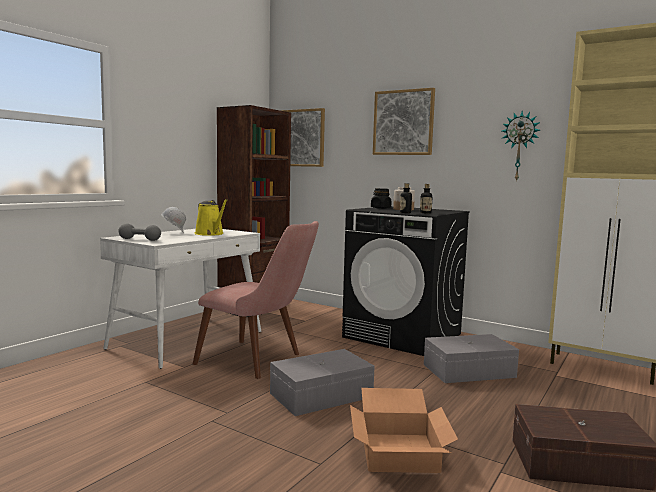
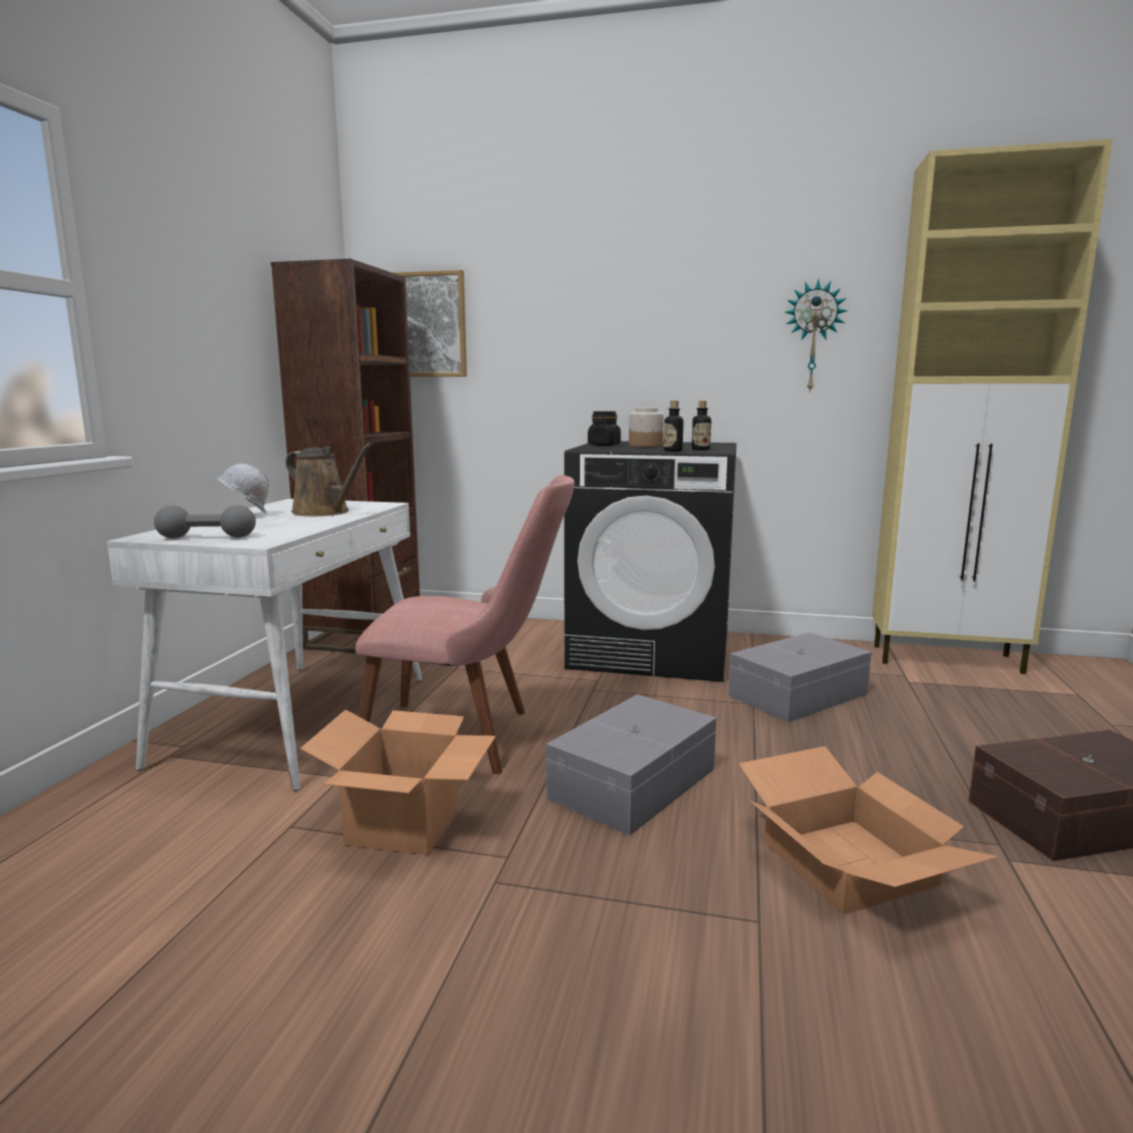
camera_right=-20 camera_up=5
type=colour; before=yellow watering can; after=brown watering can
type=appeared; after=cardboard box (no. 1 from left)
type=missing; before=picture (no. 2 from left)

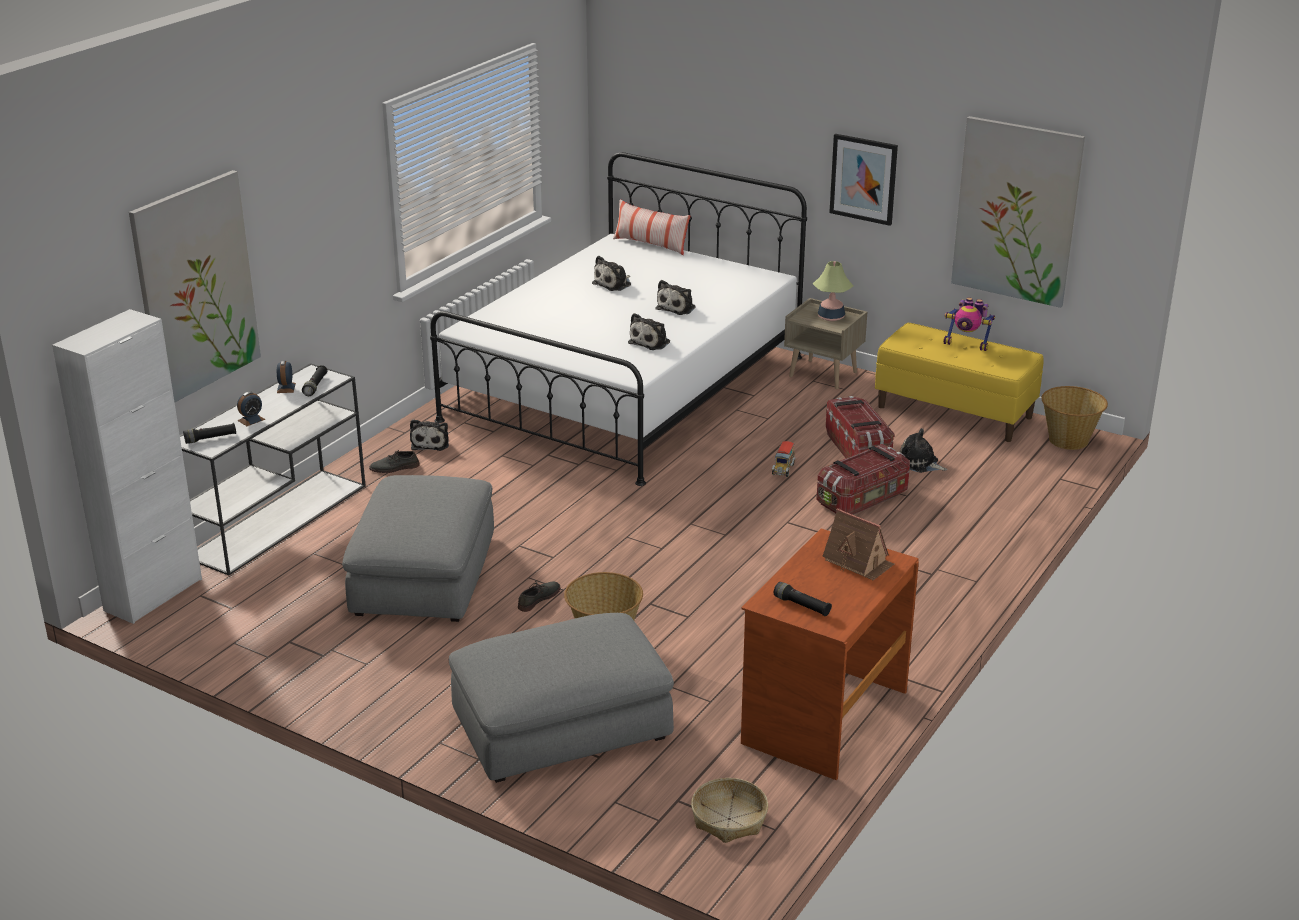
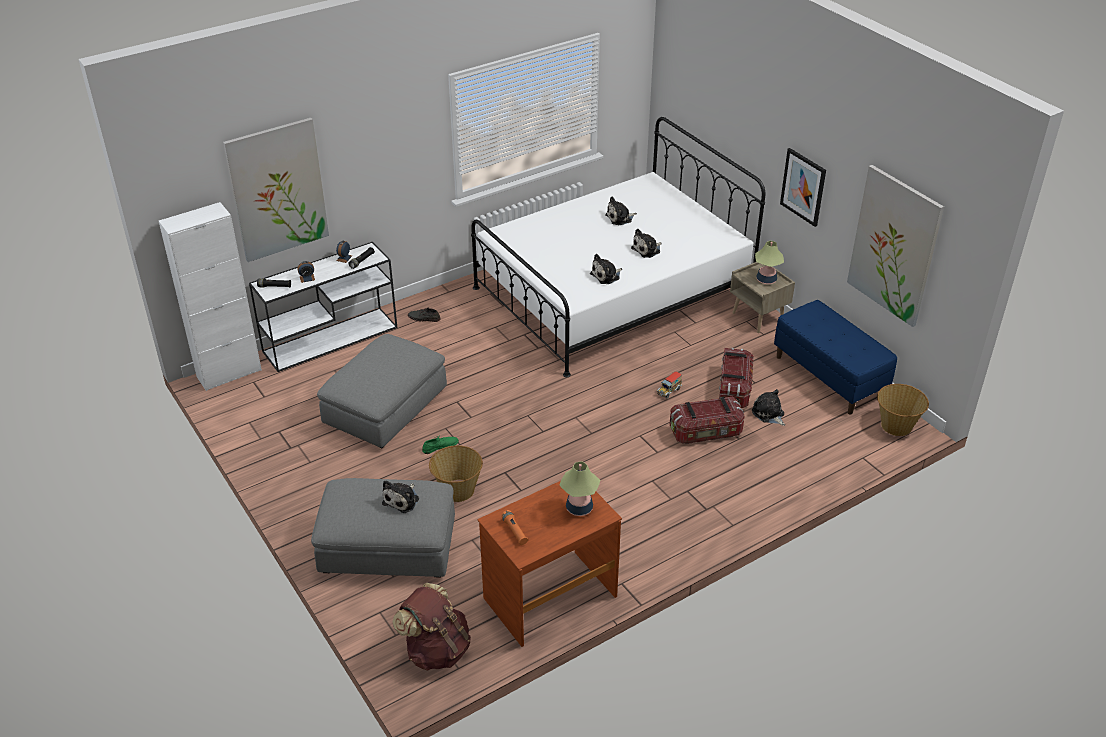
camera_right=25 camera_up=10
type=relocated; before=plush toy (no. 1 from left)
type=exchanged; before=basket (no. 2 from left); after=brown backpack
type=colour; before=grey shoe (no. 2 from left); after=green shoe
type=colour; before=black flashlight (no. 3 from left); after=orange flashlight
type=exchanged; before=toy house; after=table lamp (no. 1 from left)
type=colour; before=yellow bench; after=blue bench
type=missing; before=pillow
type=missing; before=toy robot

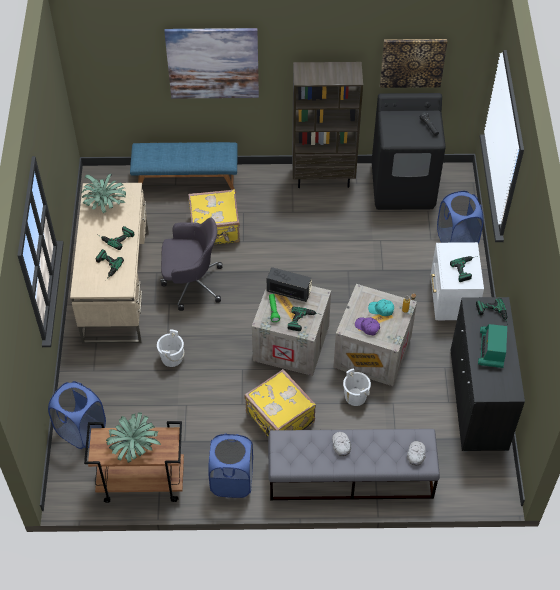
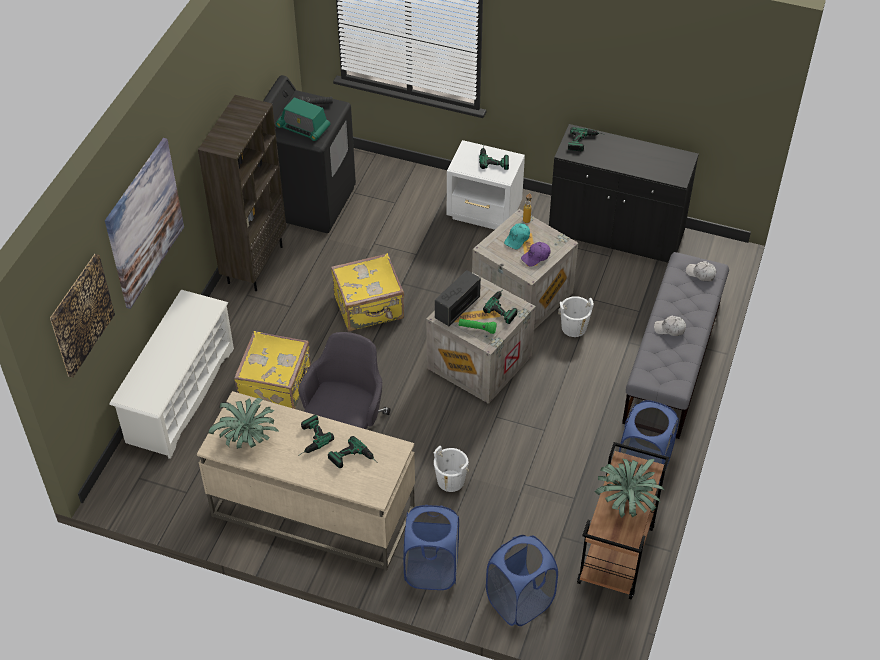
camera_right=-70 camera_up=-5
type=relocated; before=picture (no. 2 from left in the first image); after=picture (no. 1 from left)
type=exchanged; before=blue bench; after=white shoe rack
type=relocated; before=radio (no. 2 from left in the first image); after=radio (no. 1 from left)
type=relocated; before=yellow suitcase (no. 2 from left)
type=relocated; before=blue laundry basket (no. 3 from left in the first image); after=blue laundry basket (no. 1 from left)

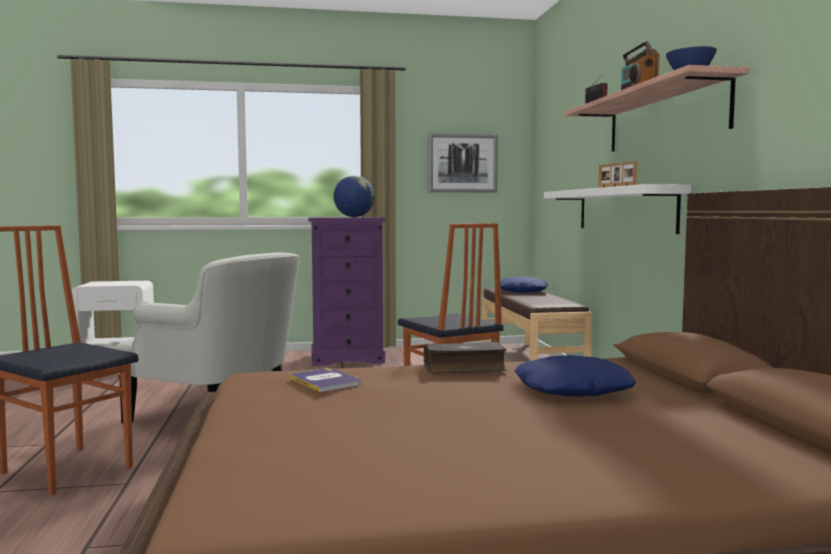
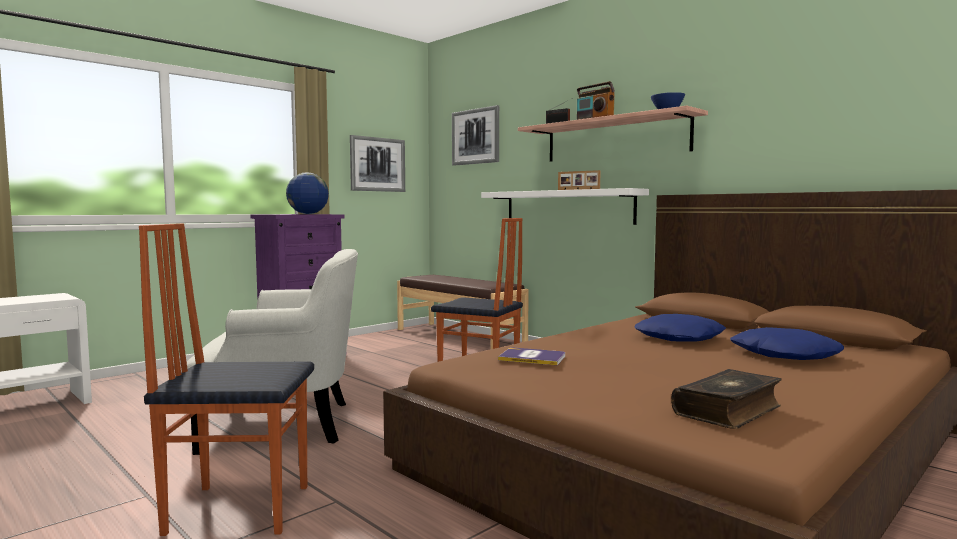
camera_right=-35 camera_up=0
type=appeared; after=picture (no. 2 from left)
type=relocated; before=book (no. 2 from left)
type=relocated; before=blue pillow (no. 1 from left in the first image); after=blue pillow (no. 2 from left)

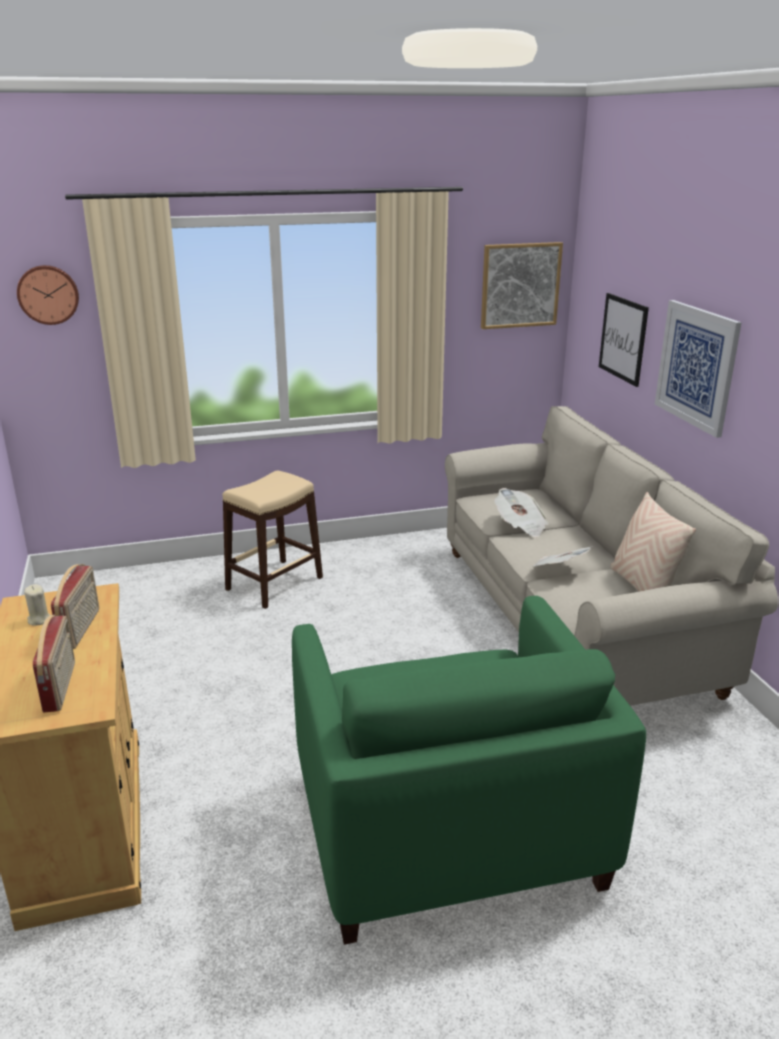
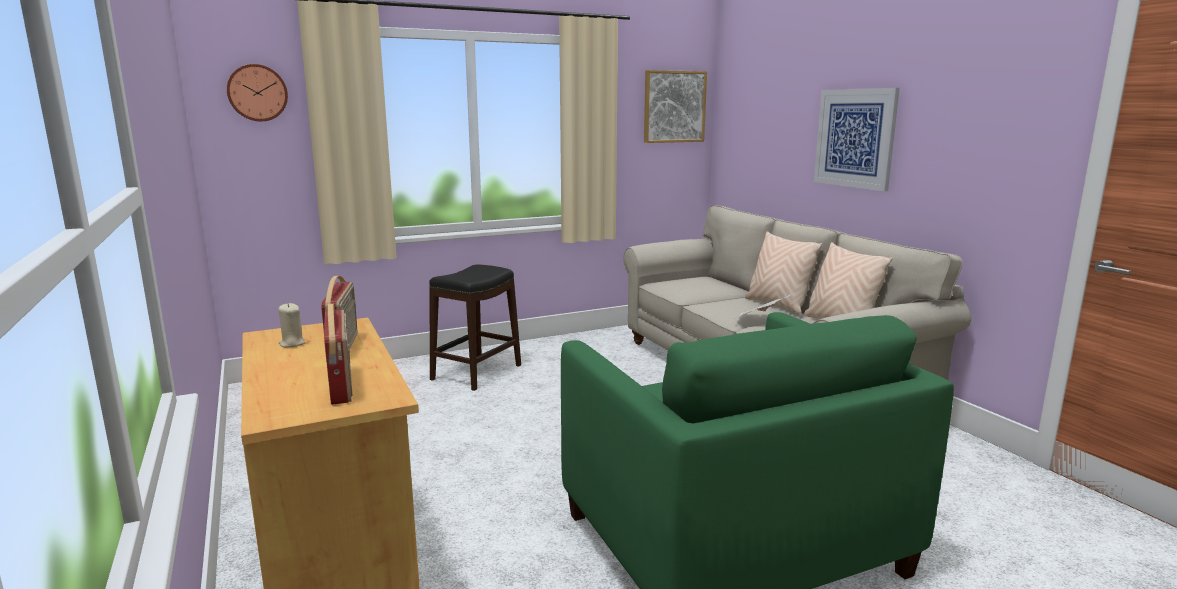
camera_right=-10 camera_up=-10
type=colour; before=beige stool; after=black stool
type=appeared; after=beige pillow (no. 1 from left)
type=missing; before=newspaper (no. 1 from left)
type=missing; before=picture (no. 2 from left)

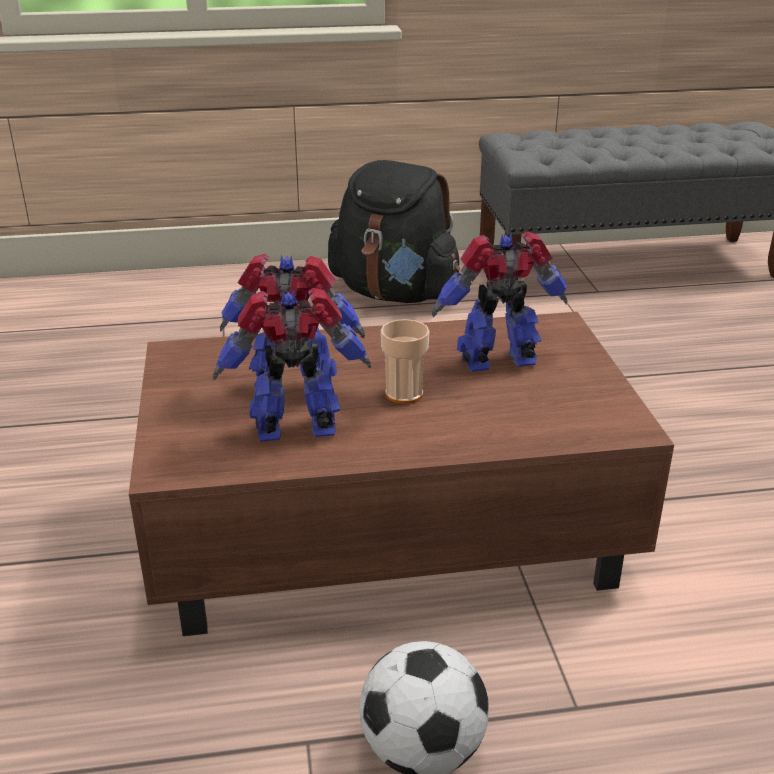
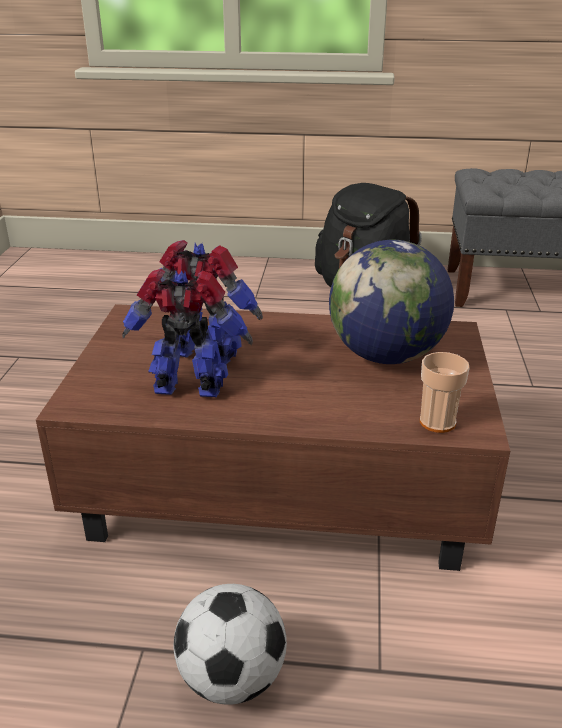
camera_right=15 camera_up=0
type=exchanged; before=toy robot (no. 3 from left); after=globe
type=relocated; before=cup

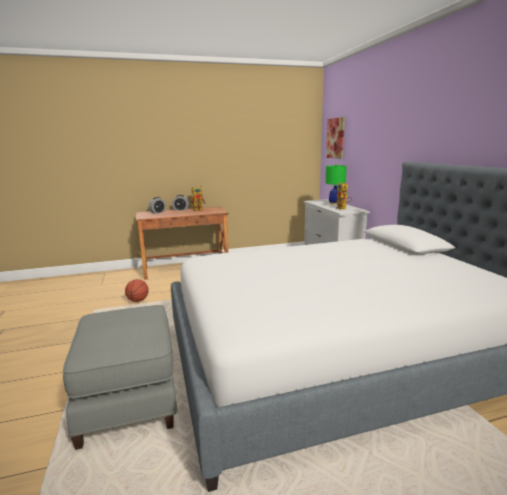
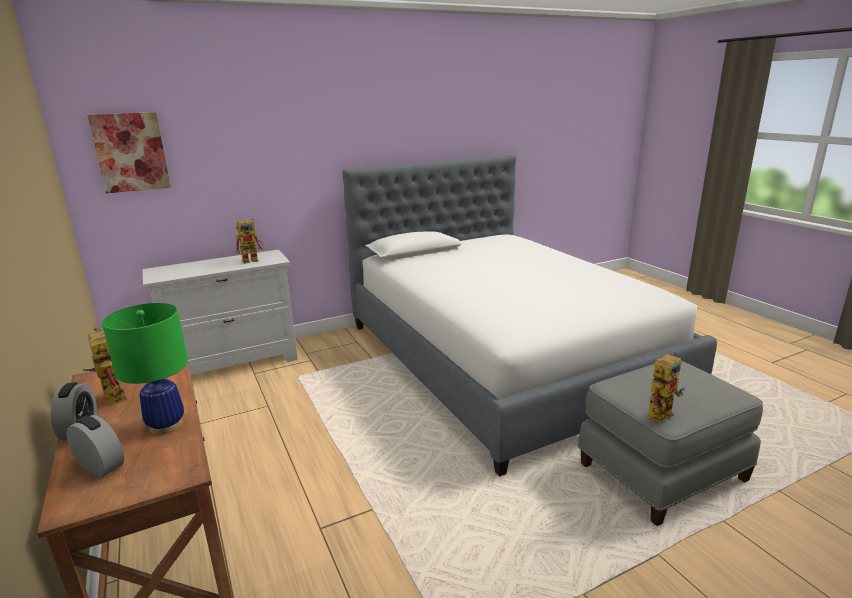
camera_right=-100 camera_up=5
type=relocated; before=green table lamp
type=appeared; after=toy robot (no. 3 from left)
type=missing; before=basketball

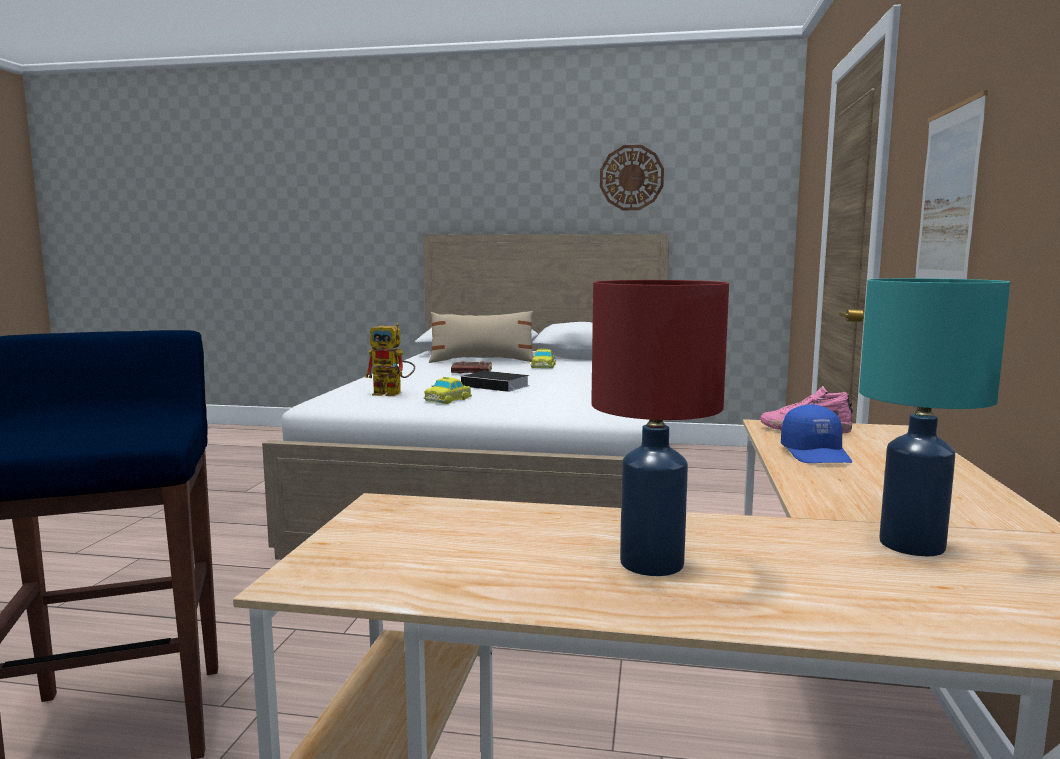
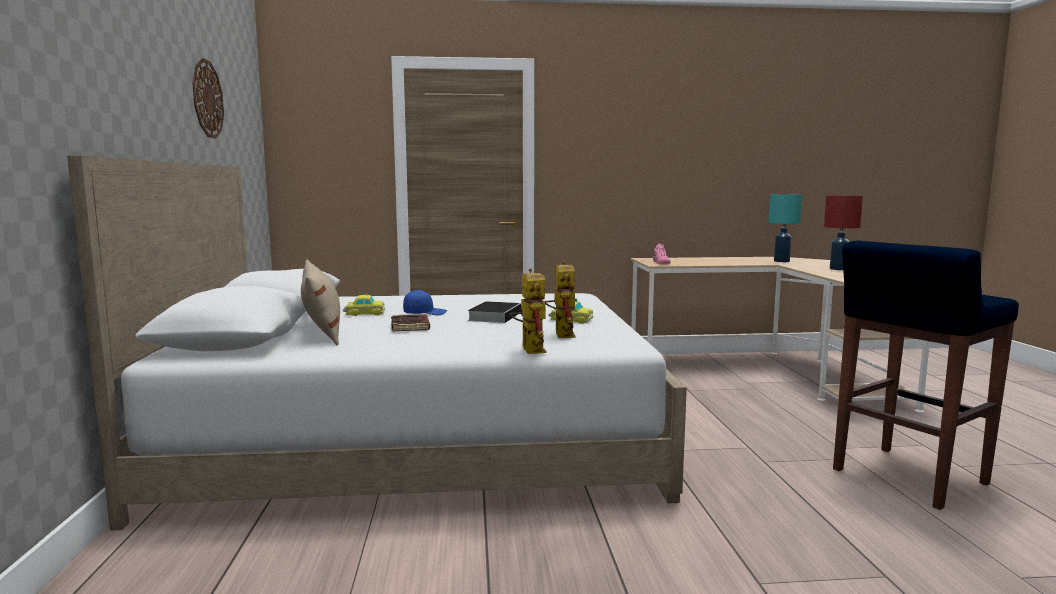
camera_right=-105 camera_up=0
type=relocated; before=blue cap
type=appeared; after=toy robot (no. 1 from left)
type=missing; before=picture

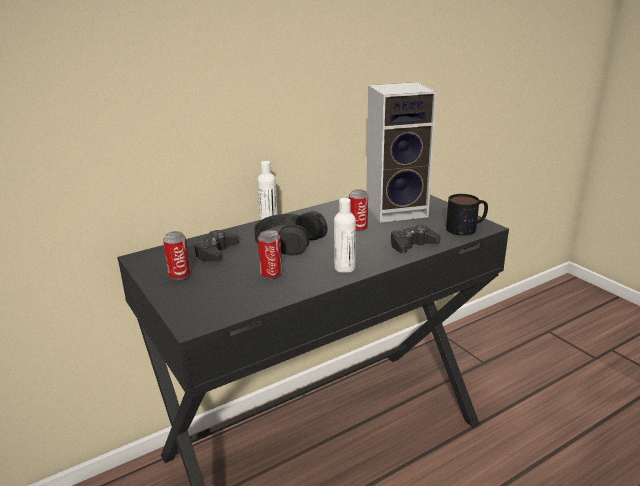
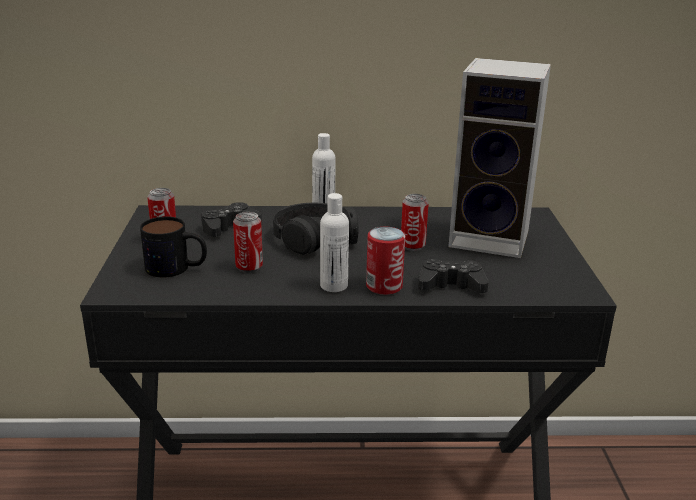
camera_right=30 camera_up=0
type=relocated; before=mug
type=appeared; after=can (no. 3 from left)

